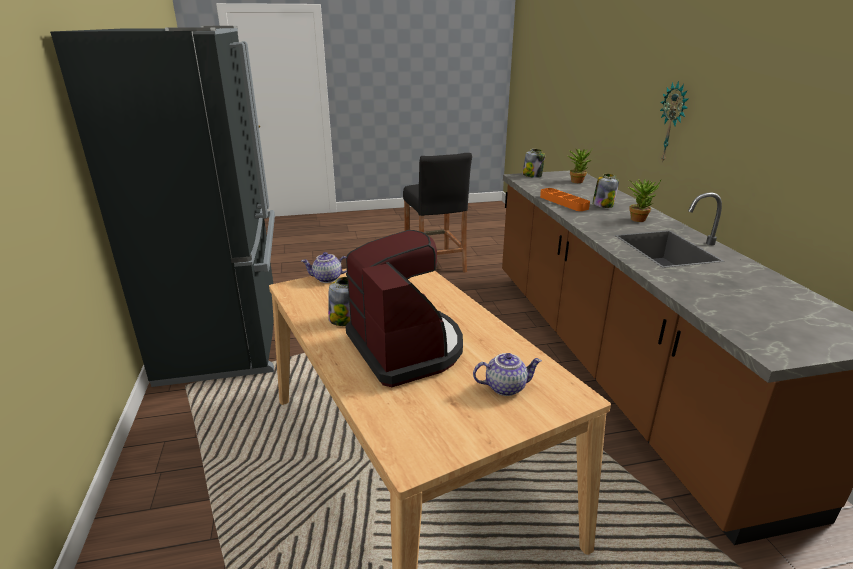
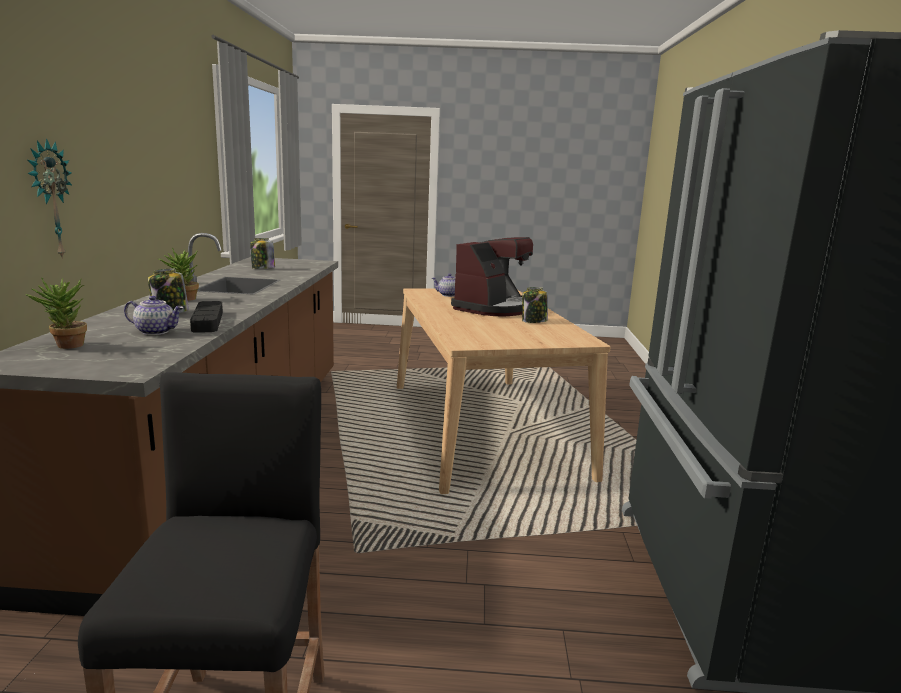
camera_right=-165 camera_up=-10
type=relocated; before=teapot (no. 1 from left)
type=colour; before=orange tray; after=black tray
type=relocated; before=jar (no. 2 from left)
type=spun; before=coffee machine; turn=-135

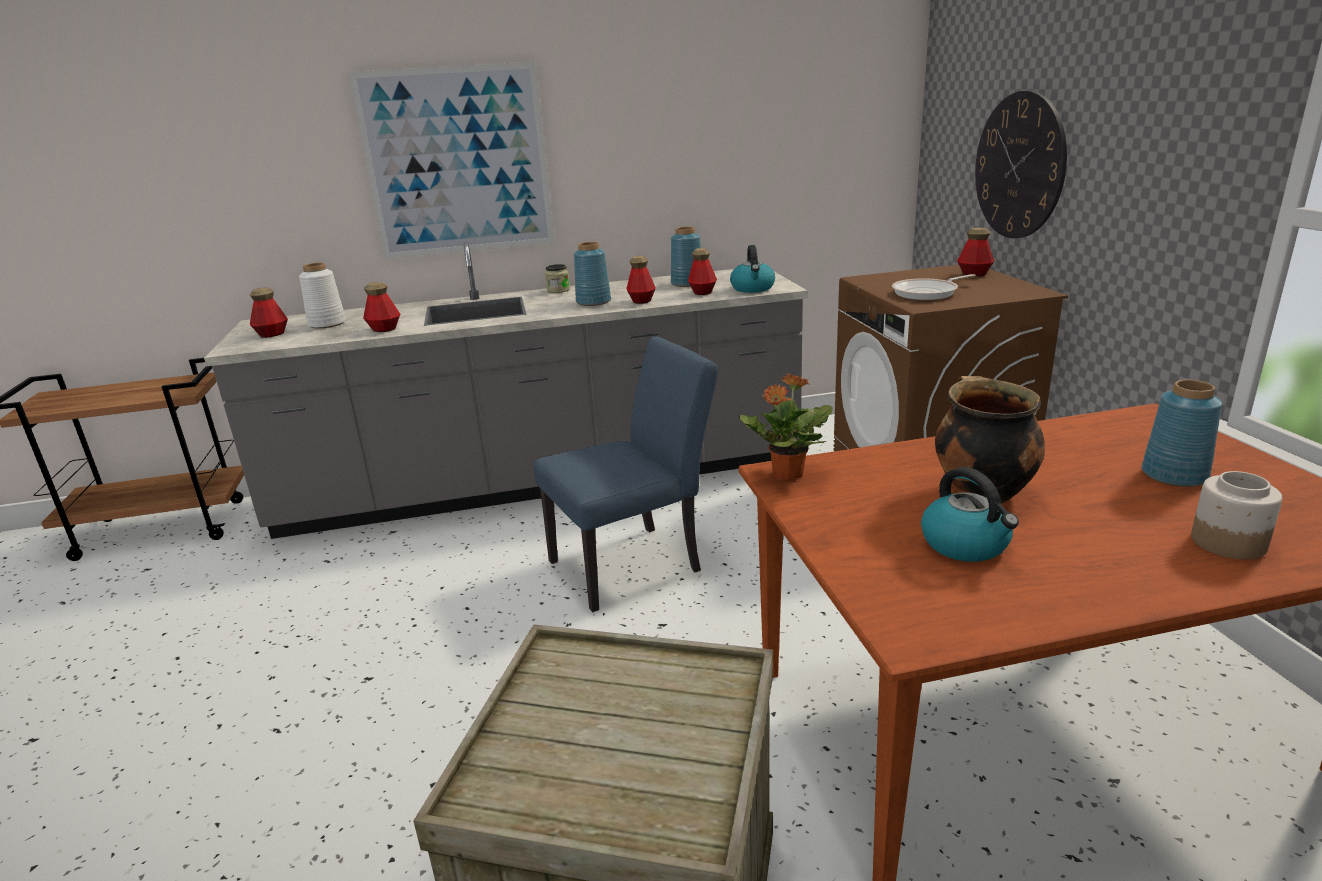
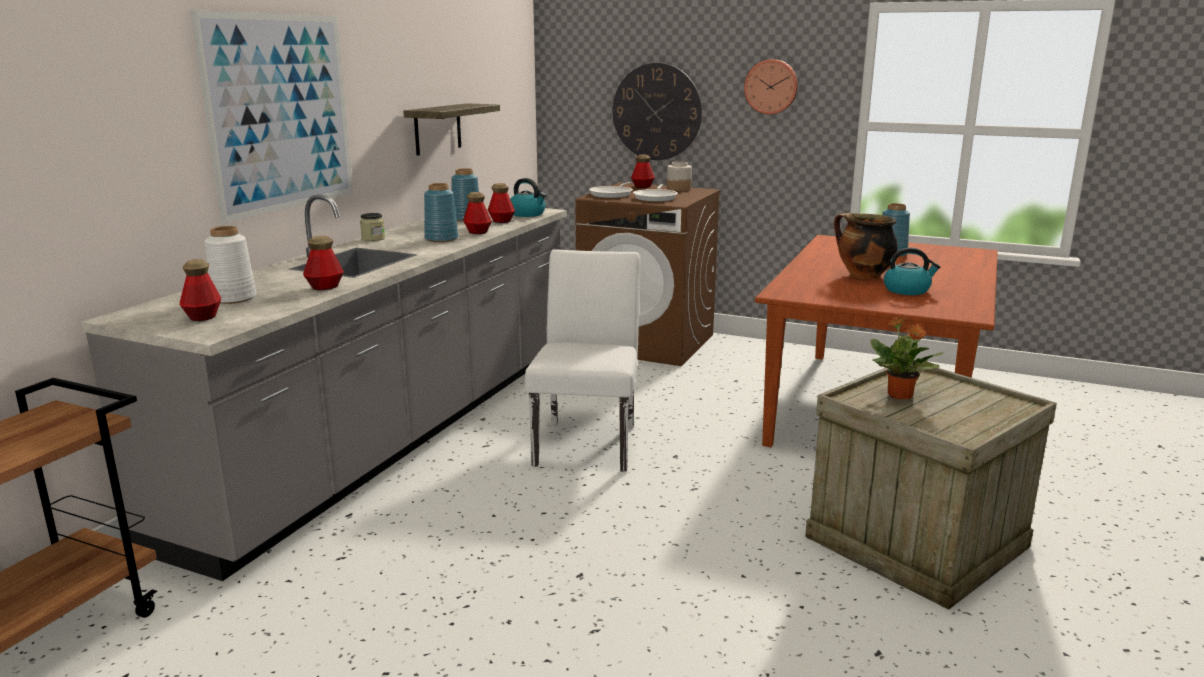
camera_right=-55 camera_up=-5
type=appeared; after=shelf
type=colour; before=blue chair; after=white chair
type=appeared; after=frying pan (no. 1 from left)
type=relocated; before=jar (no. 2 from left)
type=appeared; after=wall clock (no. 2 from left)
type=relocated; before=potted plant

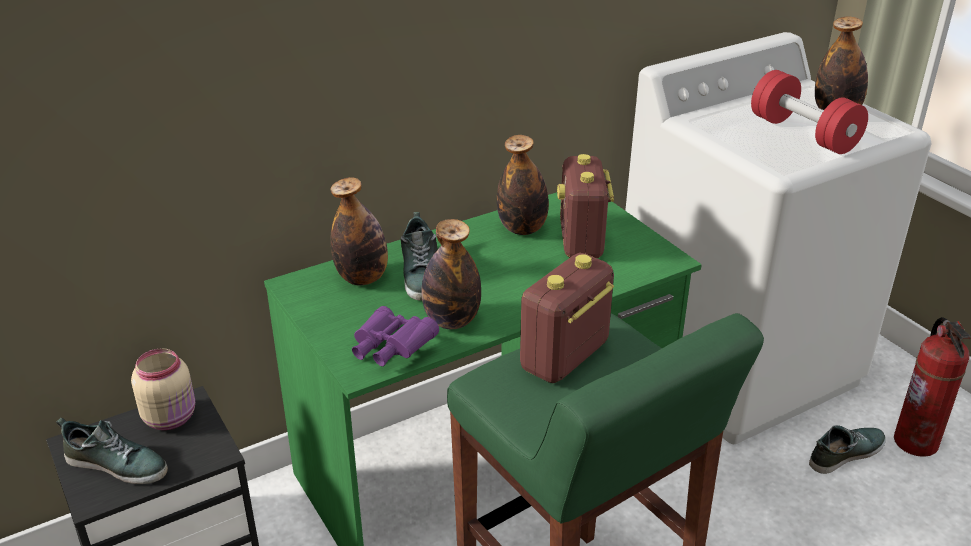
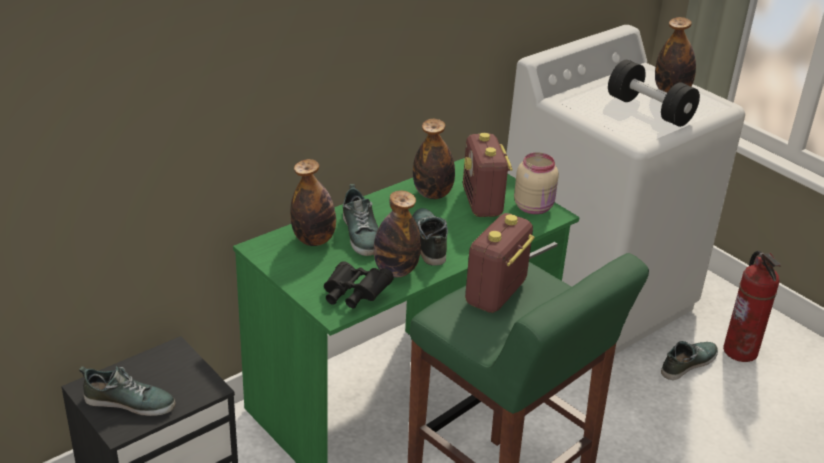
camera_right=-10 camera_up=0
type=colour; before=purple binoculars; after=black binoculars
type=appeared; after=shoe (no. 3 from left)
type=relocated; before=beige jar
type=colour; before=red dumbbell; after=black dumbbell

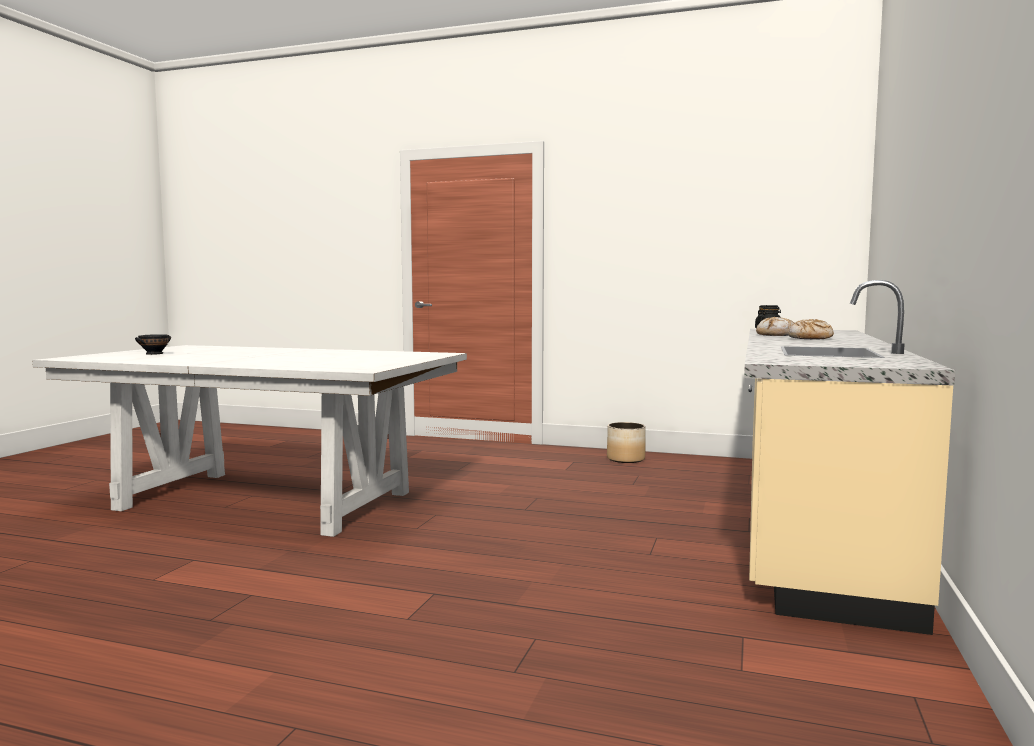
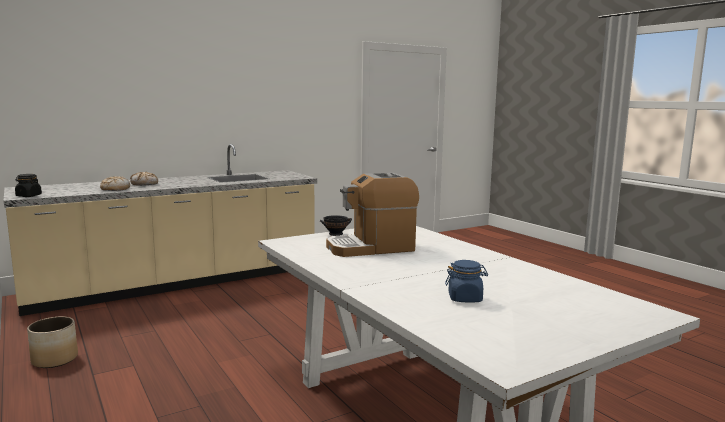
camera_right=-140 camera_up=5
type=relocated; before=black bowl
type=appeared; after=coffee machine
type=appeared; after=blue jar

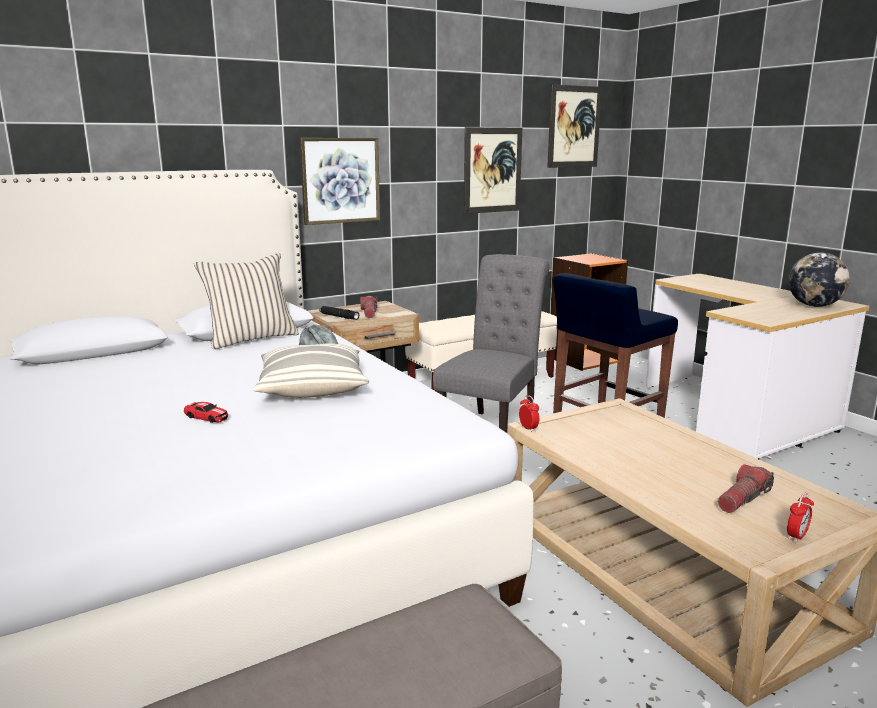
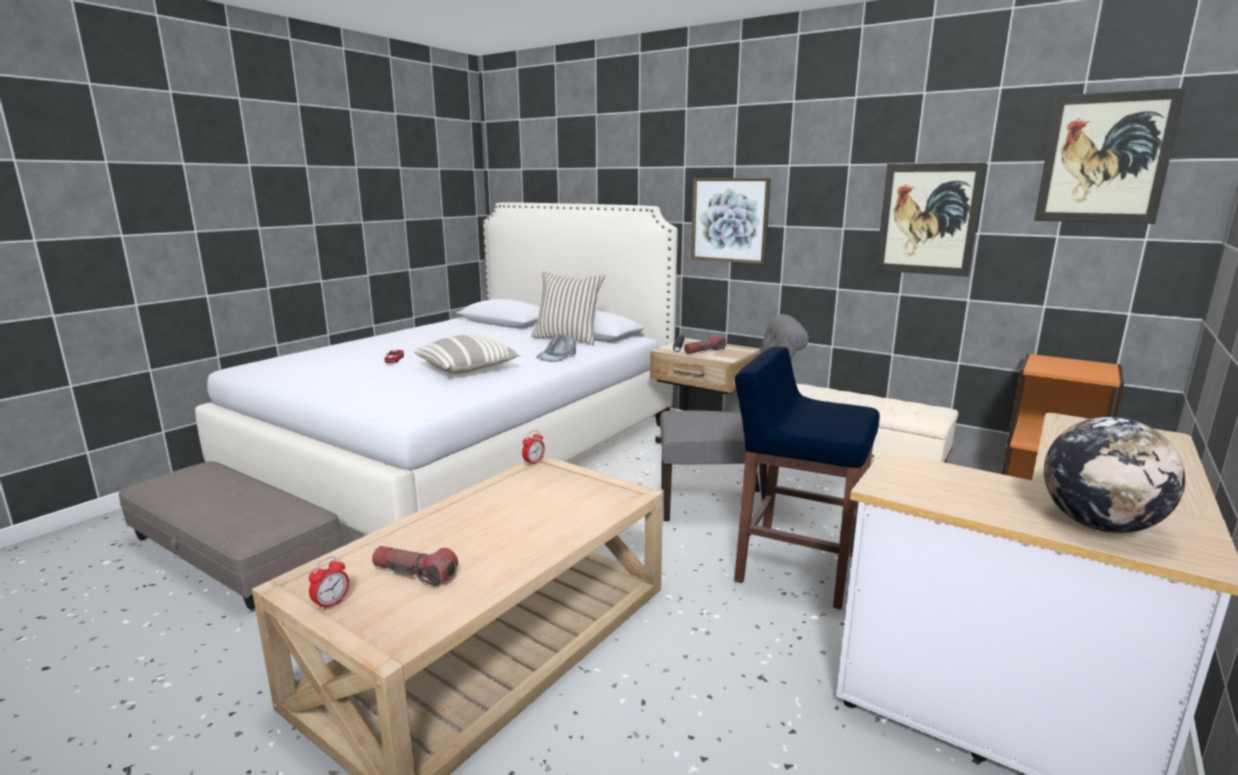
camera_right=65 camera_up=0
type=spun; before=alarm clock (no. 2 from left in the first image); turn=-75

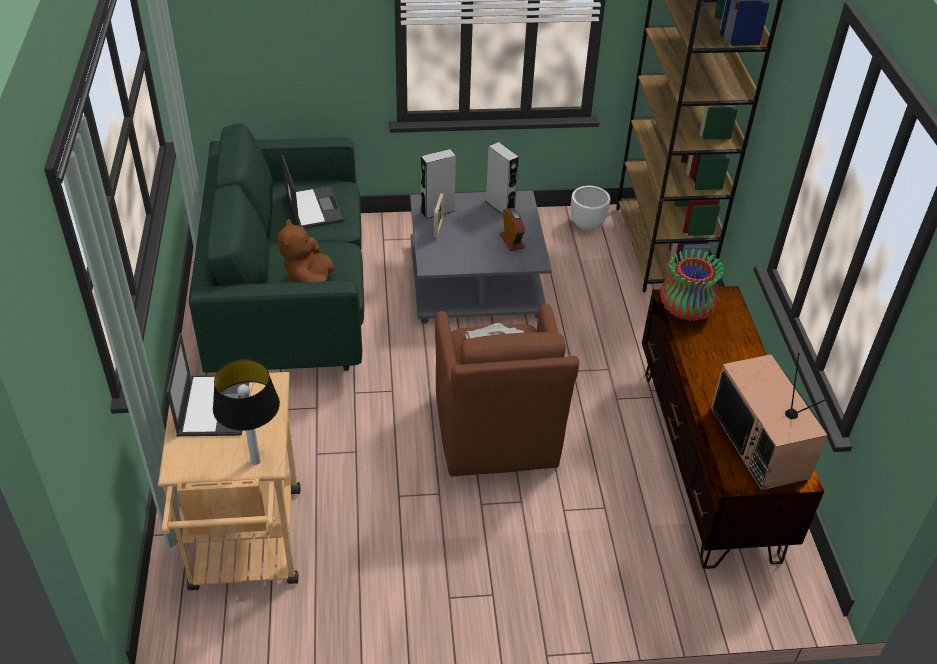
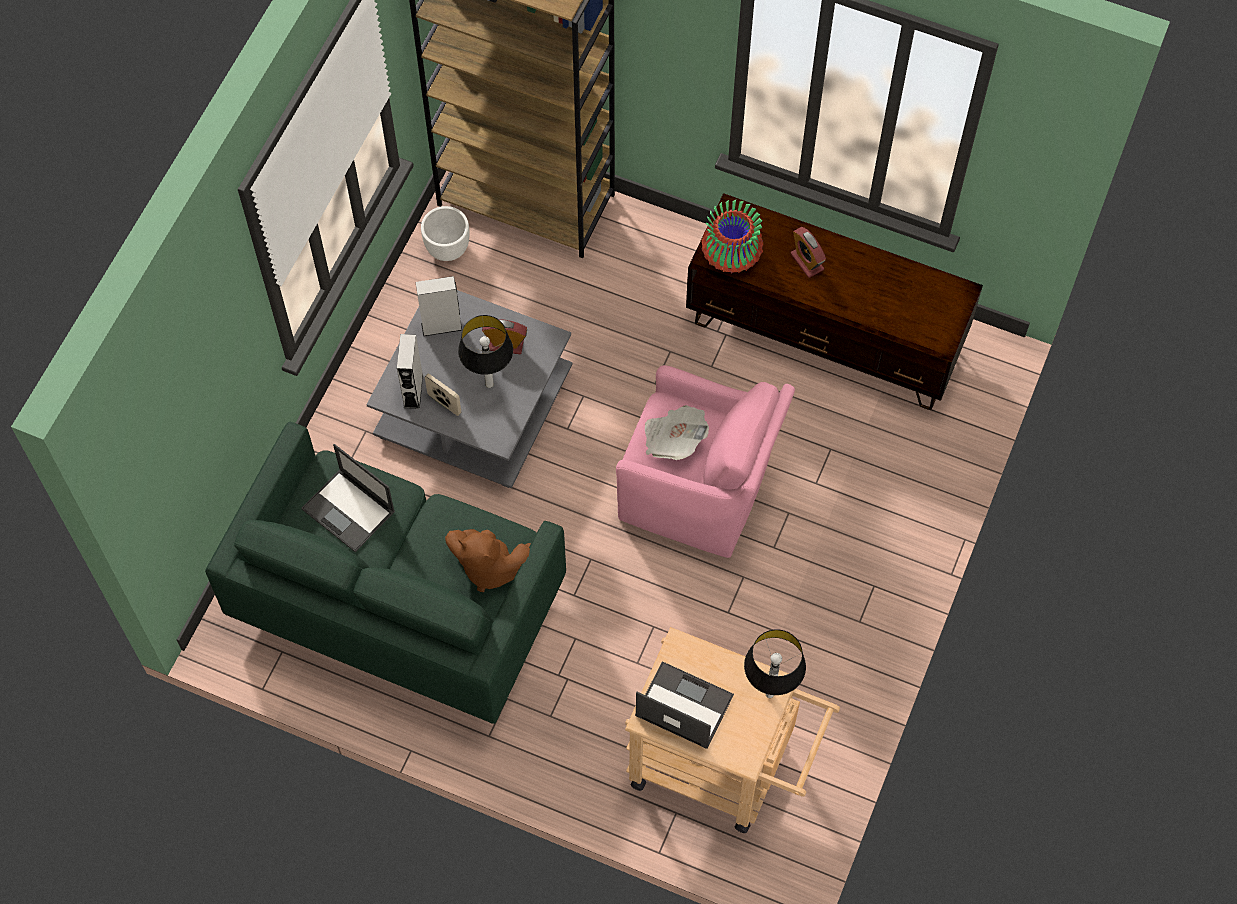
camera_right=-60 camera_up=20
type=spun; before=laptop (no. 2 from left in the first image); turn=-150
type=appeared; after=table lamp (no. 1 from left)
type=colour; before=brown armchair; after=pink armchair
type=appeared; after=alarm clock (no. 2 from left)
type=missing; before=television

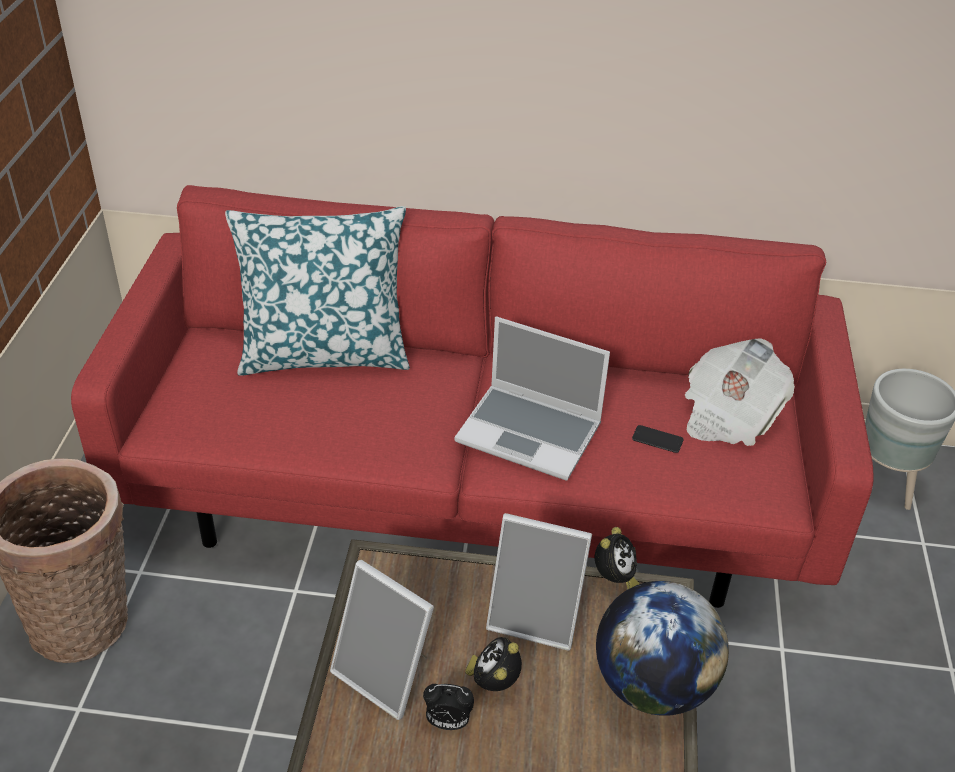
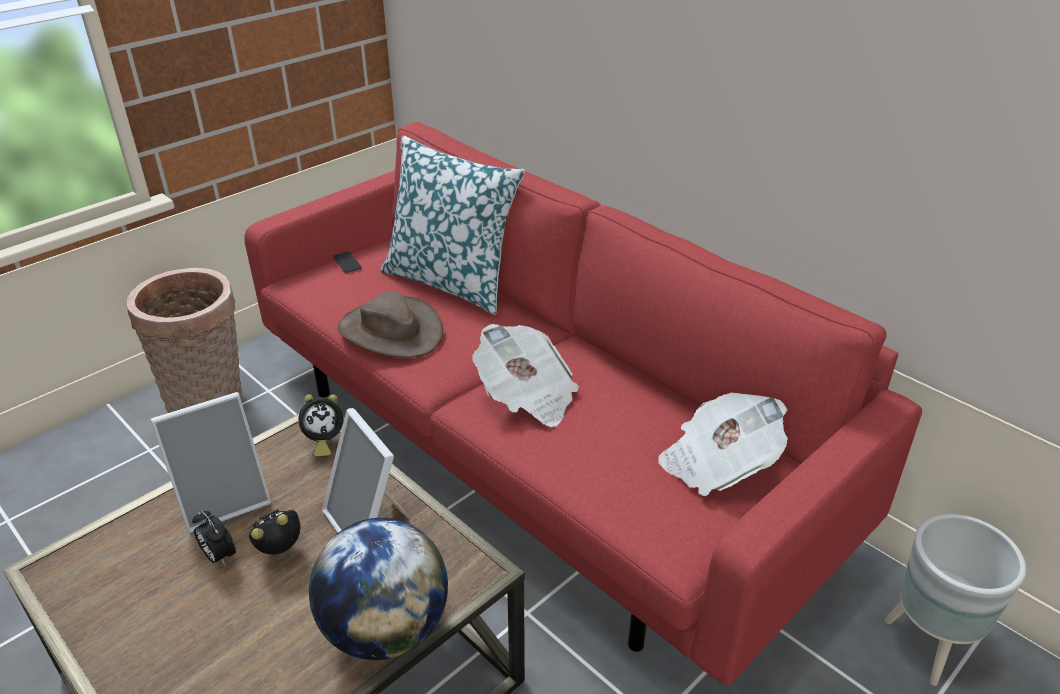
camera_right=40 camera_up=-5
type=spun; before=picture frame (no. 1 from left); turn=-105
type=relocated; before=alarm clock (no. 3 from left)
type=relocated; before=phone
type=appeared; after=brown hat
type=exchanged; before=laptop; after=newspaper (no. 1 from left)

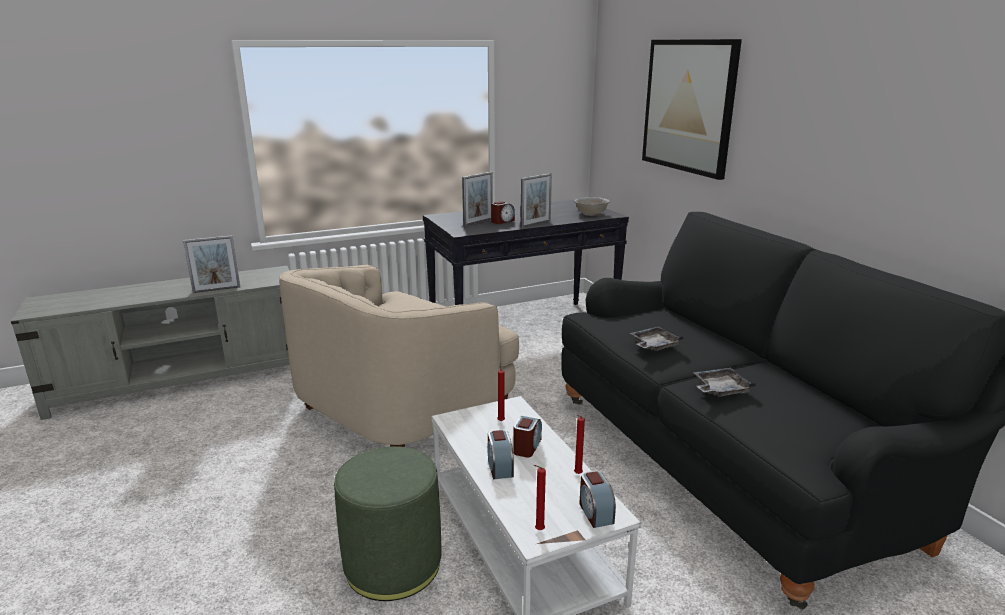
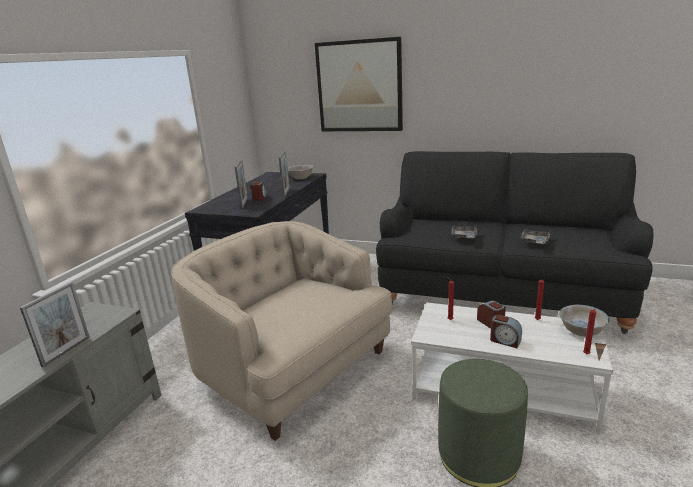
camera_right=-45 camera_up=0
type=spun; before=beige armchair; turn=135
type=exchanged; before=alarm clock (no. 4 from left); after=white bowl (no. 2 from left)

